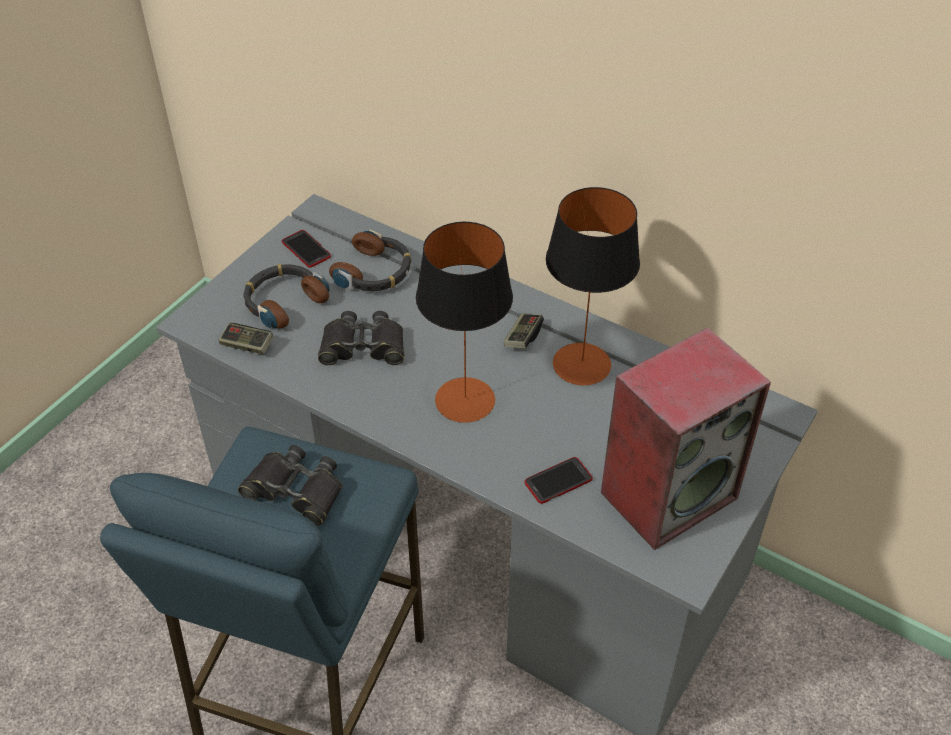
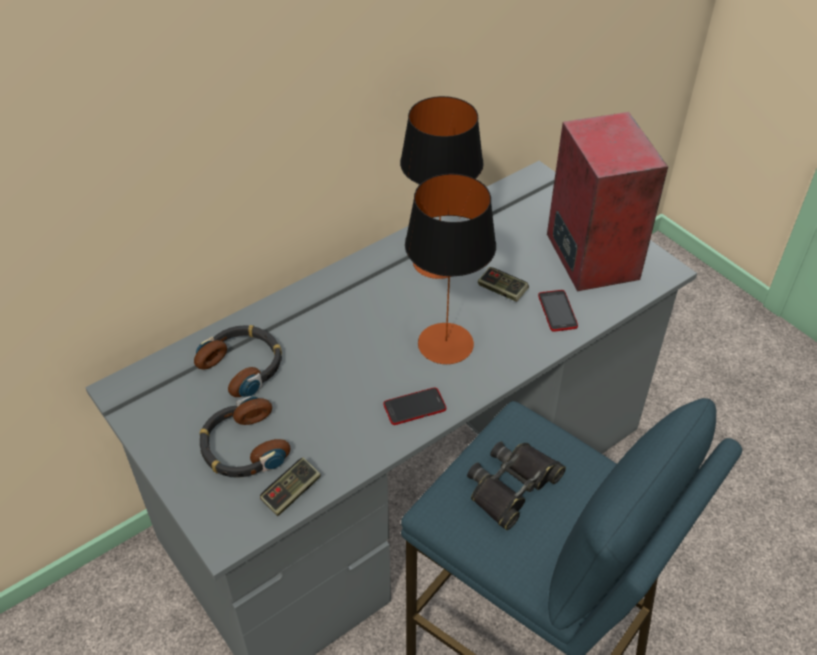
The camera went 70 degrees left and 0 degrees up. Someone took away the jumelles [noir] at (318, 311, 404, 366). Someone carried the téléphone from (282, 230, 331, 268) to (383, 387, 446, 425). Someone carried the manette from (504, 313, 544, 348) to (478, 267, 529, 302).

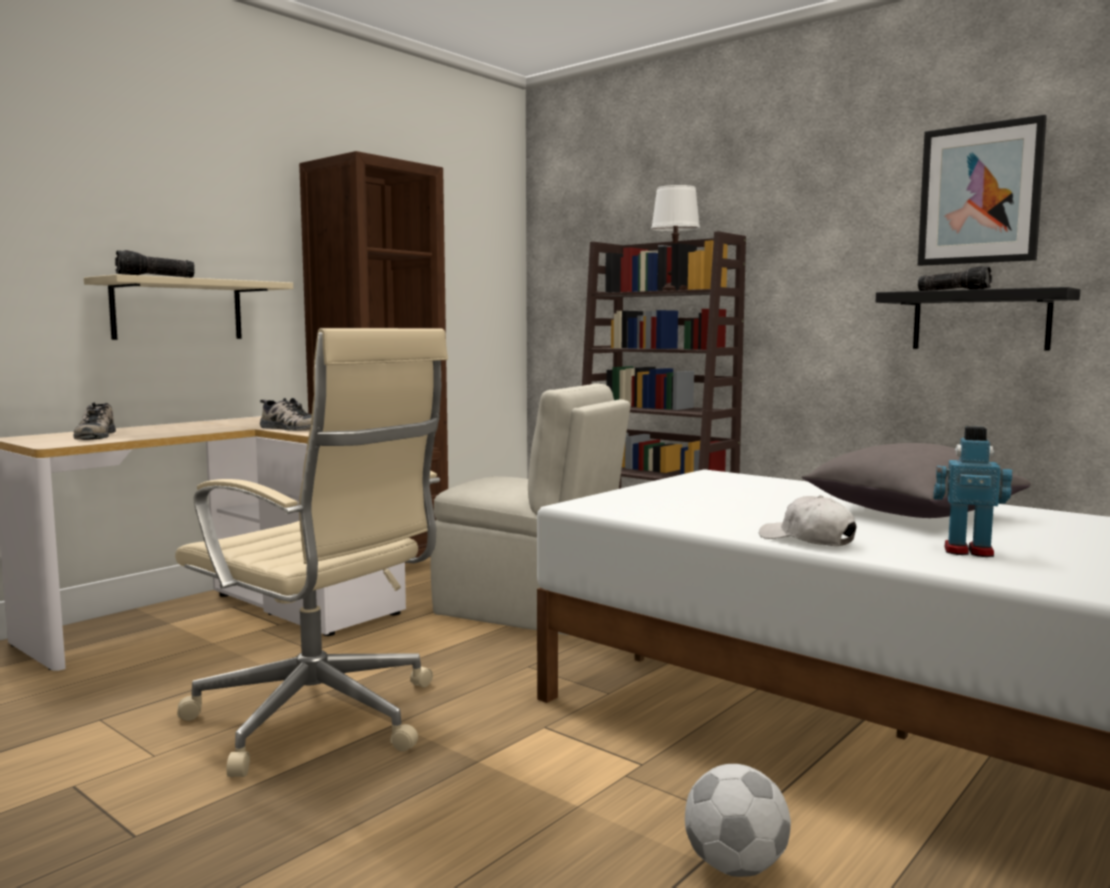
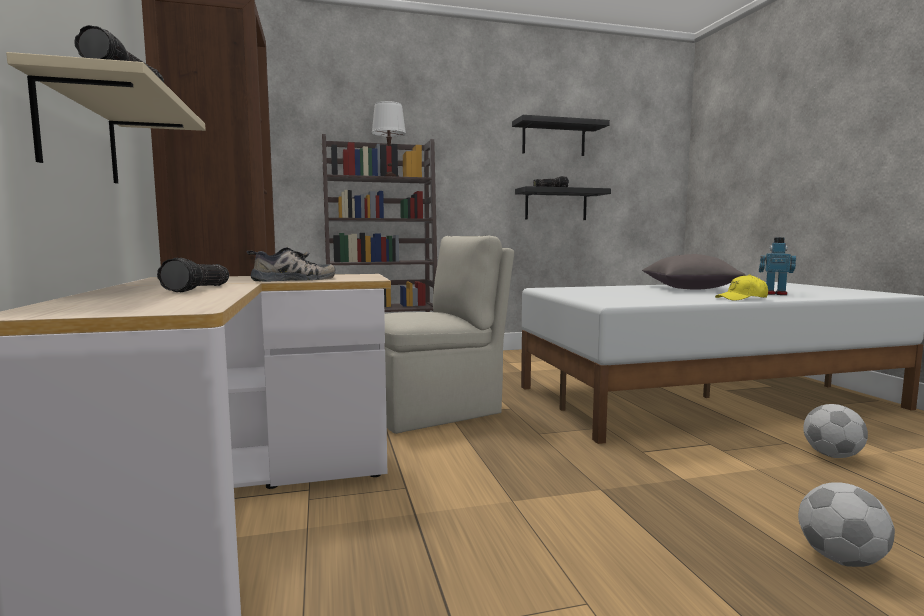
The camera went 55 degrees left and 0 degrees up. Someone took away the chaussure at (73, 402, 116, 440). Someone took away the chaise de bureau [beige] at (175, 328, 448, 777). Someone put down the lampe de poche at (157, 258, 229, 292). Someone put down the ballon de foot at (798, 482, 895, 567). Someone swapped the tableau at (918, 115, 1047, 266) for the étagère [noir] at (512, 115, 610, 156). Someone repainted the casquette [blanc] at (759, 495, 856, 546), which became the casquette [jaune] at (715, 274, 768, 301). Someone rotated the robot jouet at (933, 426, 1012, 557) by 60 degrees clockwise.

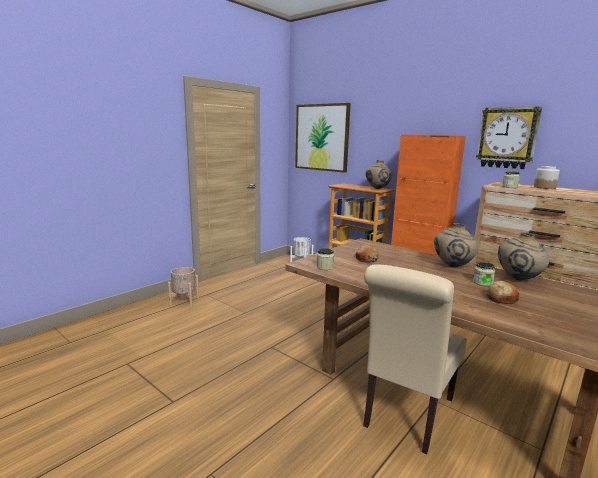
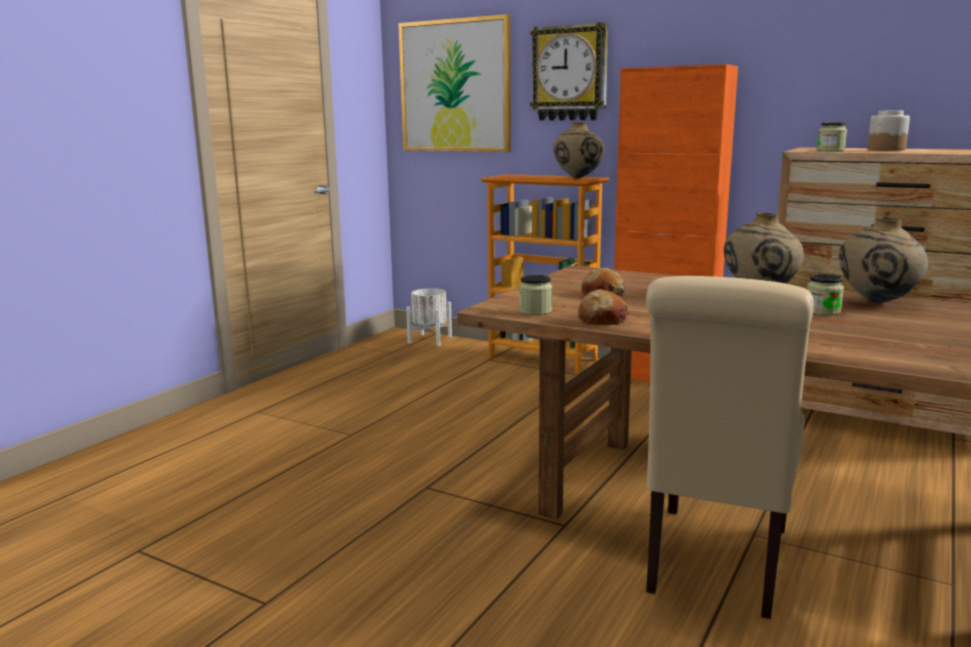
The camera went 10 degrees left and 0 degrees up. Someone took away the cache-pot [beige] at (168, 267, 199, 307). Someone carried the horloge murale from (476, 107, 542, 169) to (530, 22, 608, 121). Someone carried the pain from (485, 281, 520, 304) to (578, 289, 629, 325).

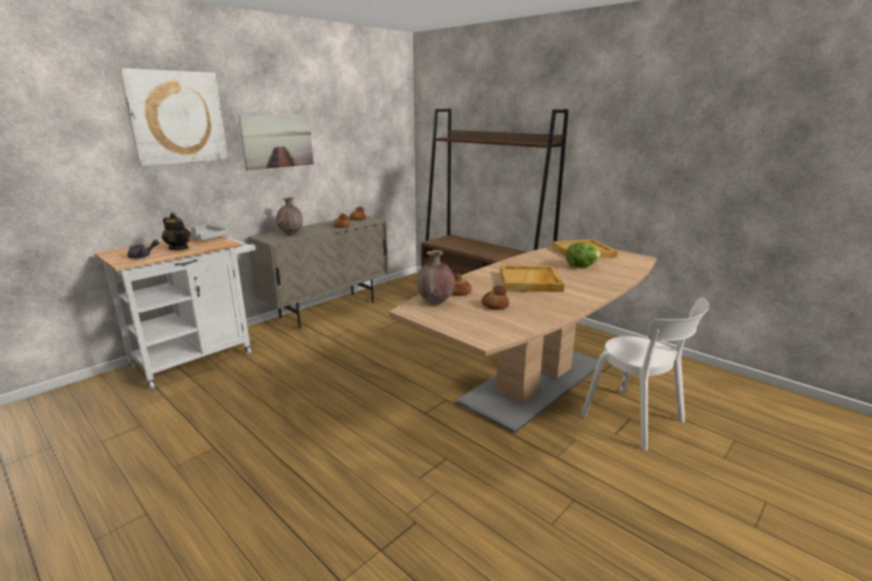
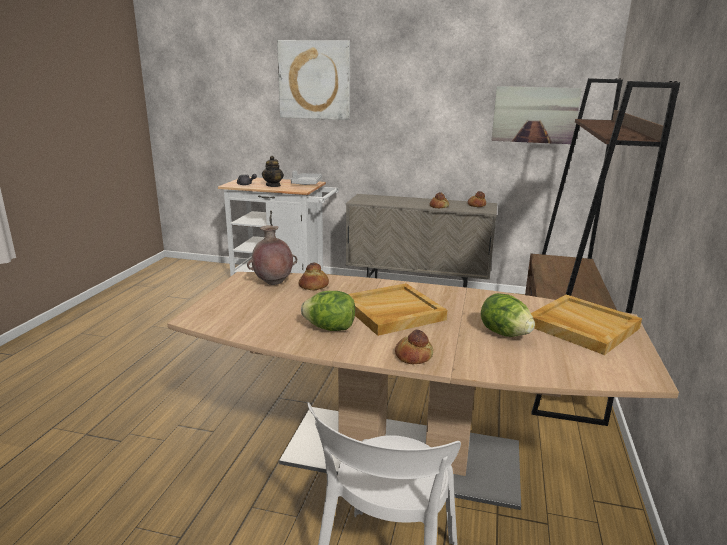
The camera went 60 degrees right and 0 degrees up. Someone took away the vase [marron] at (276, 197, 303, 235). Someone put down the laitue at (301, 291, 355, 331). Someone carried the tableau from (239, 115, 314, 170) to (492, 86, 582, 144). Someone carried the pain from (481, 285, 509, 310) to (395, 330, 433, 365).

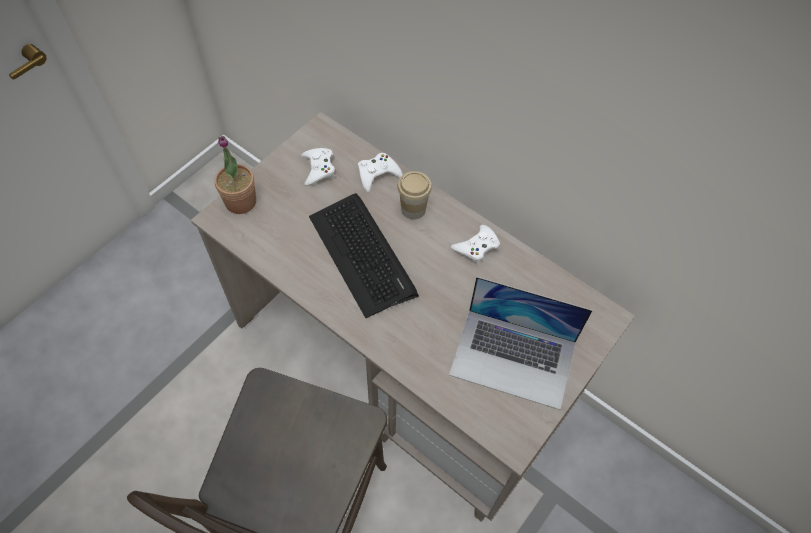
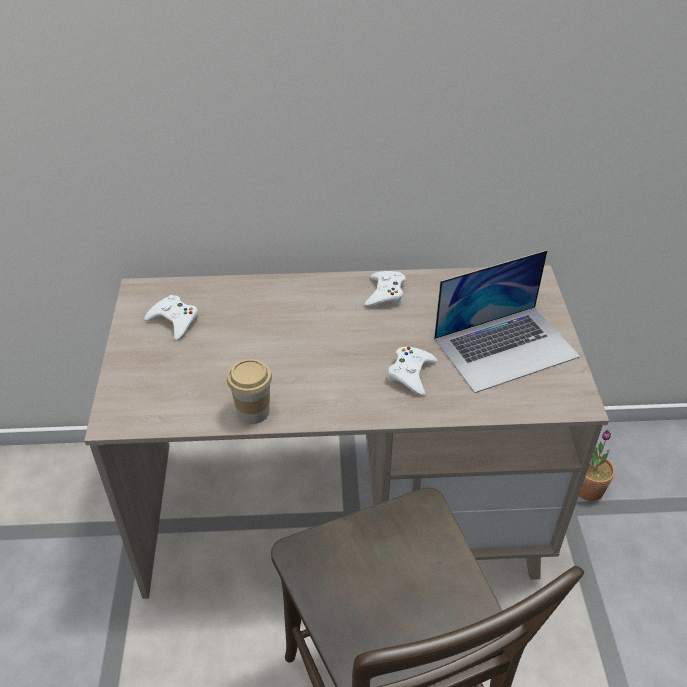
The camera went 40 degrees left and 15 degrees down. Someone took away the clavier at (309, 193, 419, 318). Someone carried the plante en pot from (215, 136, 256, 214) to (579, 430, 615, 501). Someone carried the manette [blanc] from (358, 153, 403, 192) to (388, 347, 438, 396). Someone carried the tasse from (397, 171, 432, 220) to (227, 359, 272, 424).

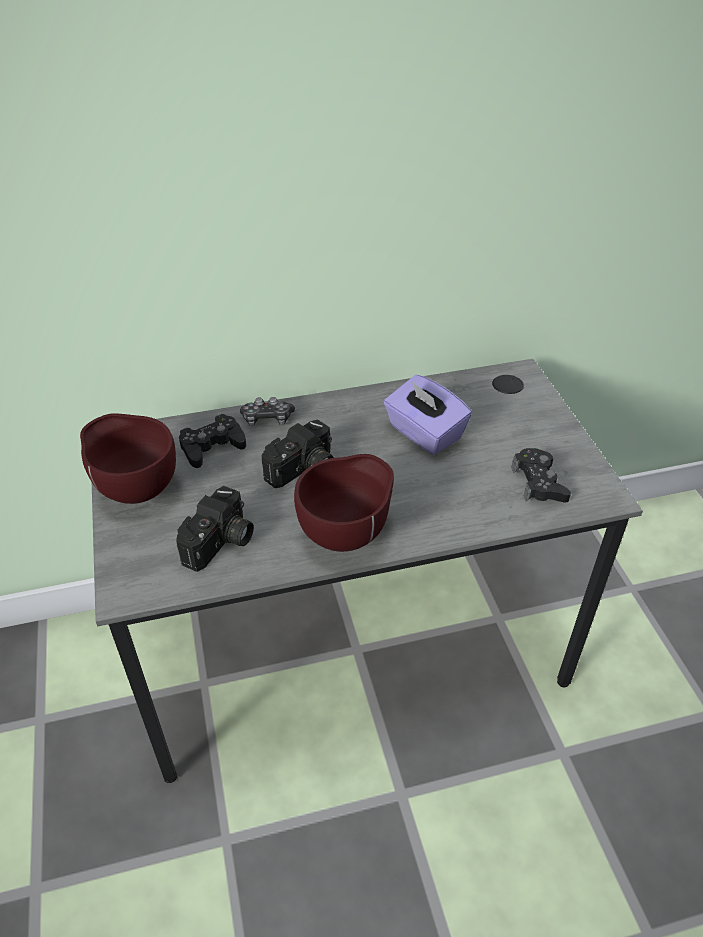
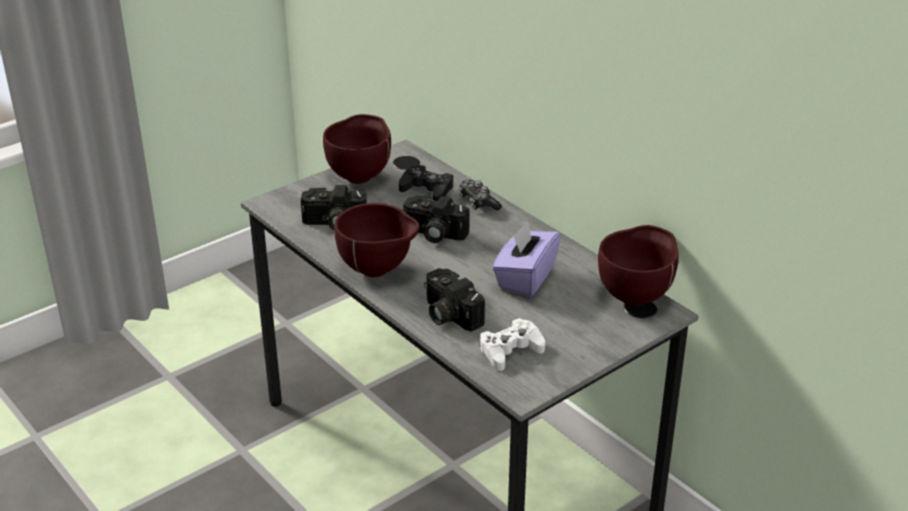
The camera went 65 degrees right and 10 degrees down. Someone put down the appareil photo at (424, 268, 485, 332). Someone put down the bol [marron] at (598, 225, 679, 306). Someone repainted the manette [noir] at (511, 448, 571, 503), which became the manette [blanc] at (480, 318, 545, 371).

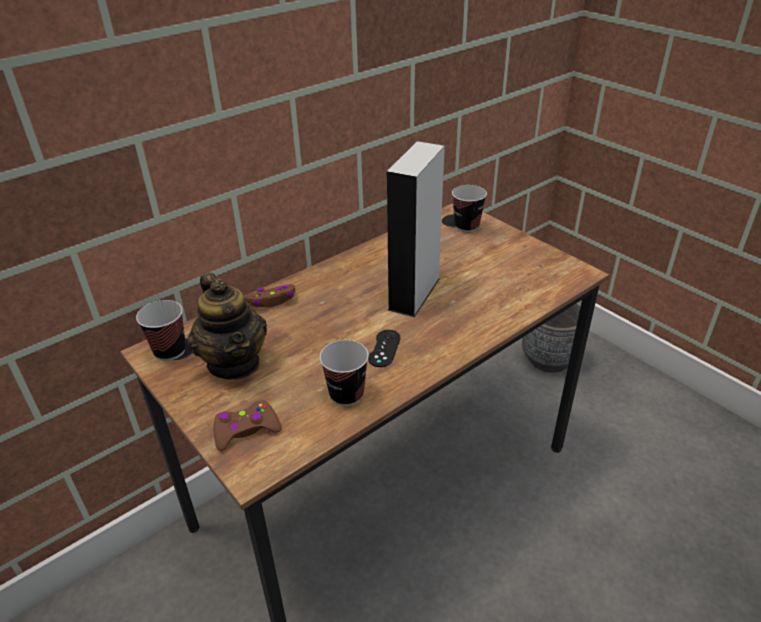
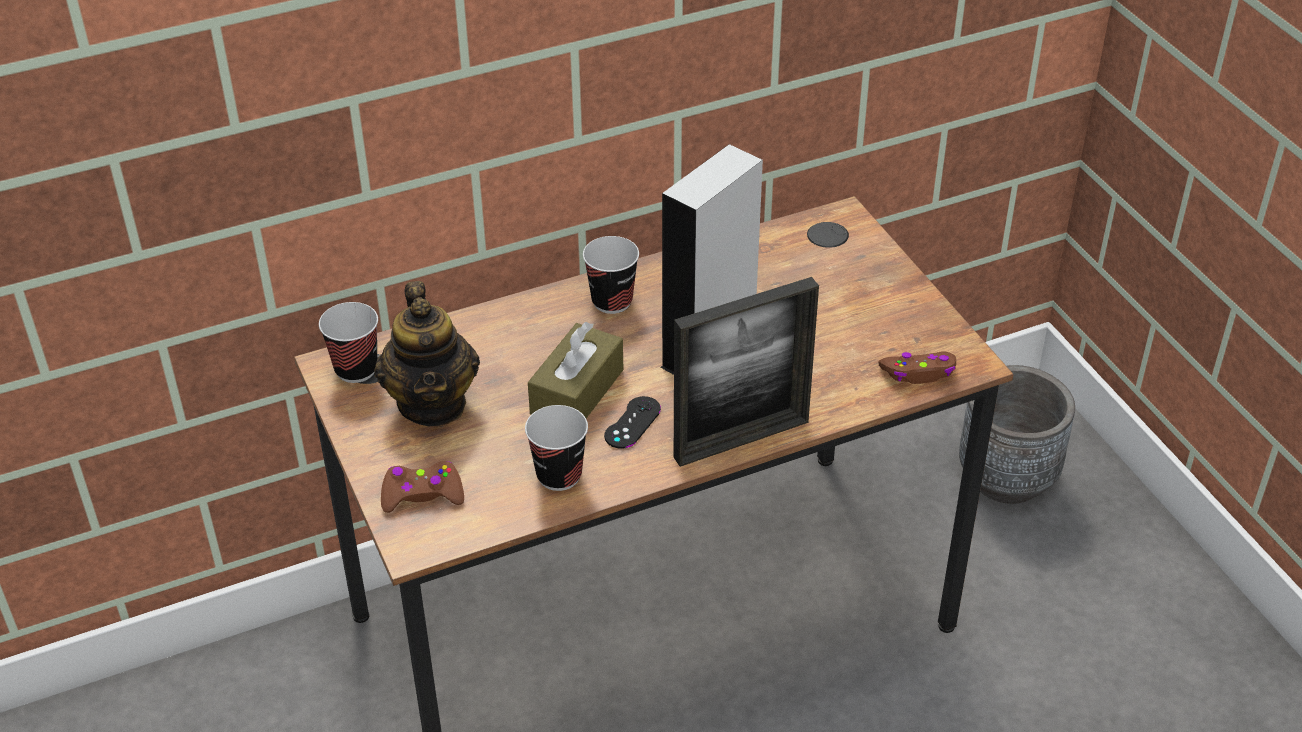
The camera went 15 degrees right and 5 degrees up. Someone put down the boîte à mouchoirs [marron] at (528, 322, 624, 418). Someone put down the cadre photo at (674, 277, 819, 467). Someone carried the manette [marron] from (245, 284, 295, 308) to (879, 351, 956, 384). Someone carried the tasse from (452, 185, 487, 232) to (583, 236, 639, 314).

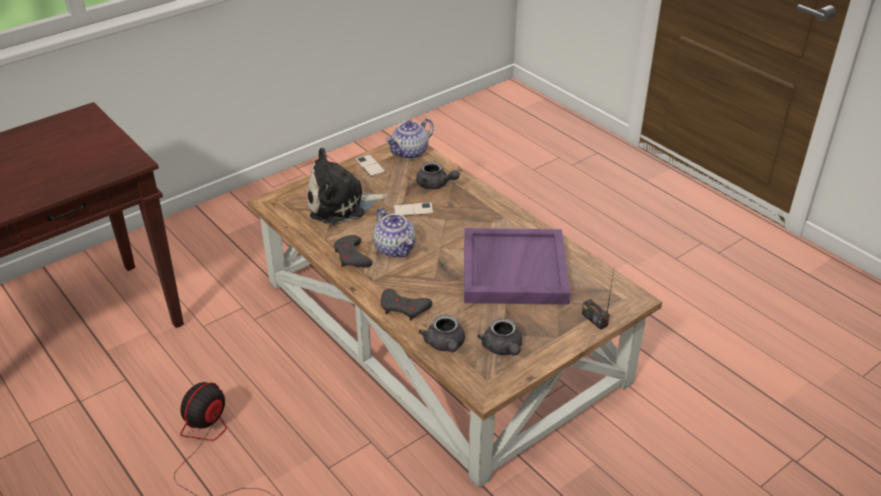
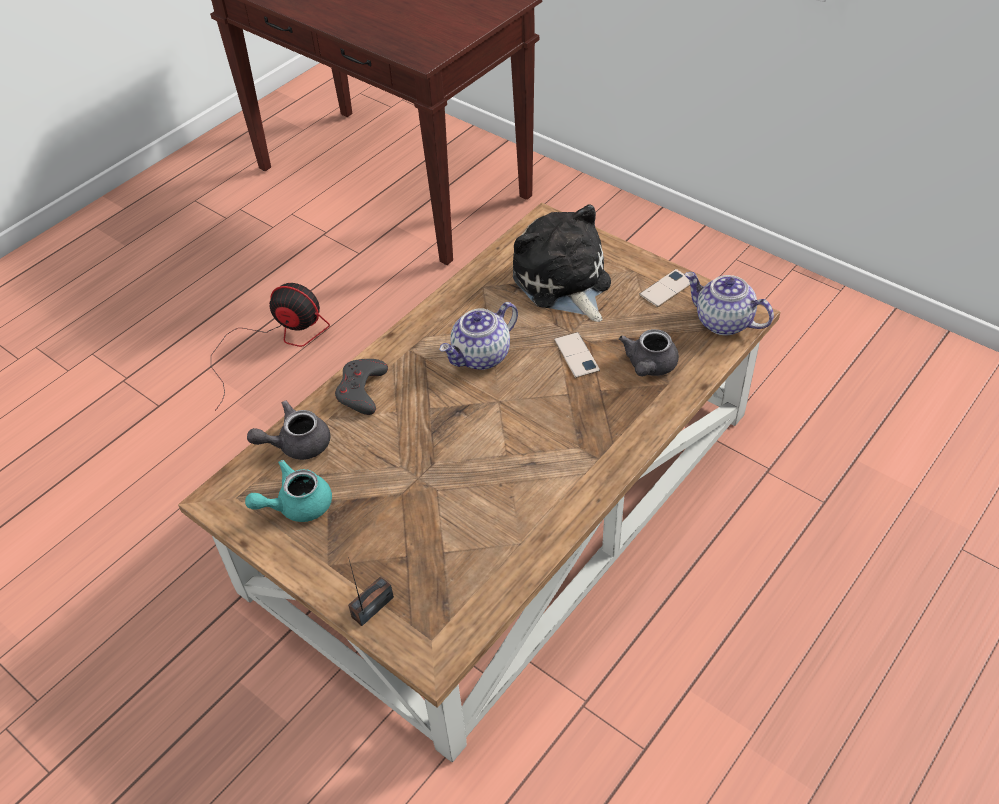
The camera went 80 degrees right and 10 degrees up. Someone took away the manette [gris] at (334, 235, 372, 268). Someone took away the plateau [violet] at (464, 228, 570, 305). Someone repainted the théière [gris] at (477, 318, 522, 356), which became the théière [turquoise] at (245, 460, 332, 522).

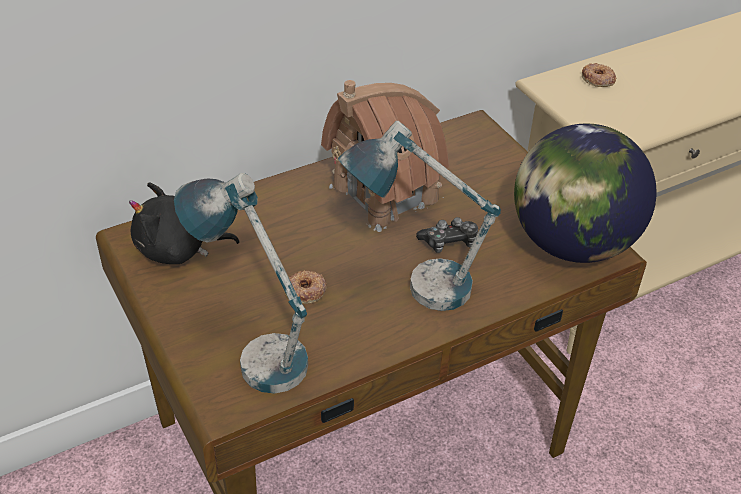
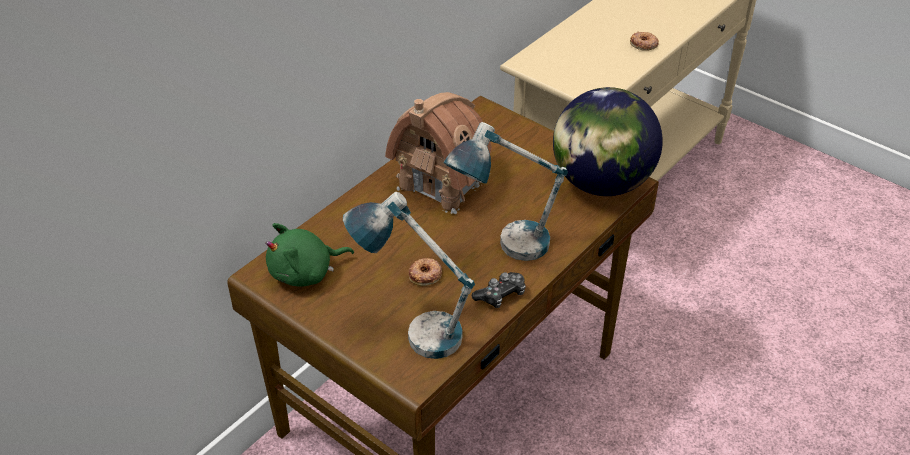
The camera went 20 degrees left and 0 degrees up. Someone carried the manette from (416, 217, 478, 253) to (472, 272, 526, 308). Someone carried the beignet from (582, 63, 617, 87) to (630, 32, 659, 51). Someone repainted the peluche [noir] at (129, 182, 240, 264), which became the peluche [vert] at (266, 223, 354, 286).

